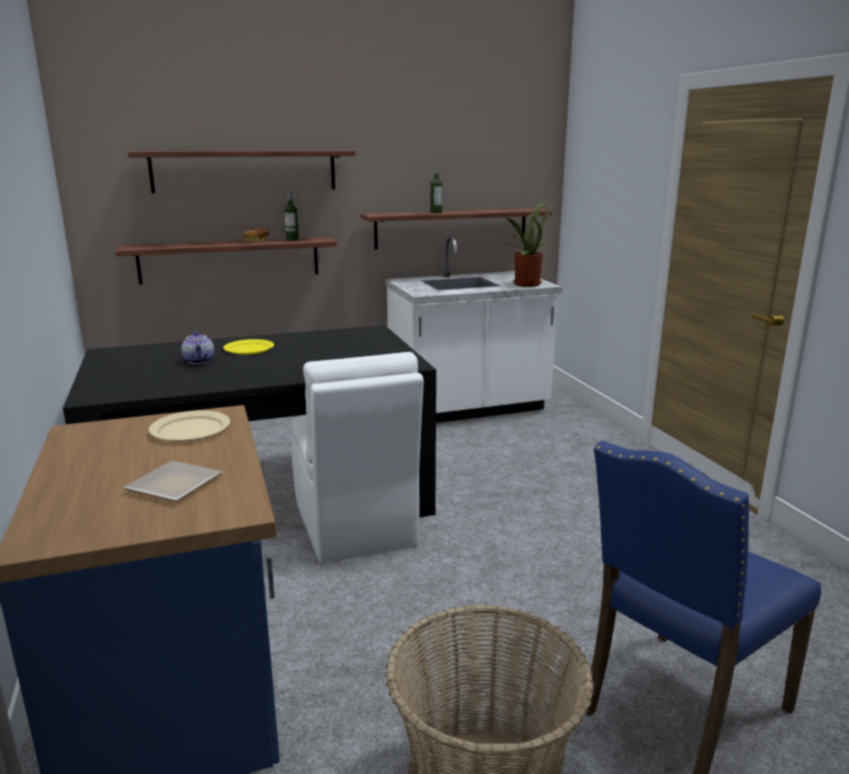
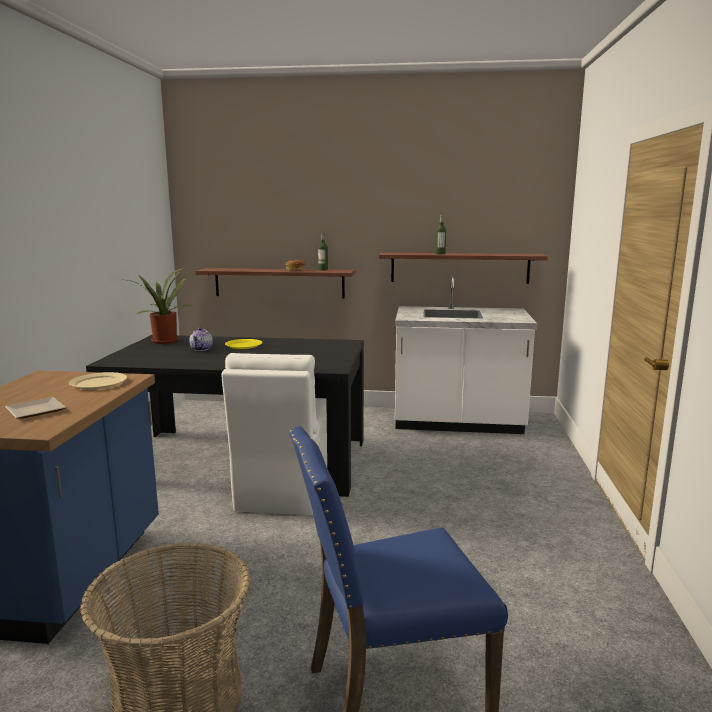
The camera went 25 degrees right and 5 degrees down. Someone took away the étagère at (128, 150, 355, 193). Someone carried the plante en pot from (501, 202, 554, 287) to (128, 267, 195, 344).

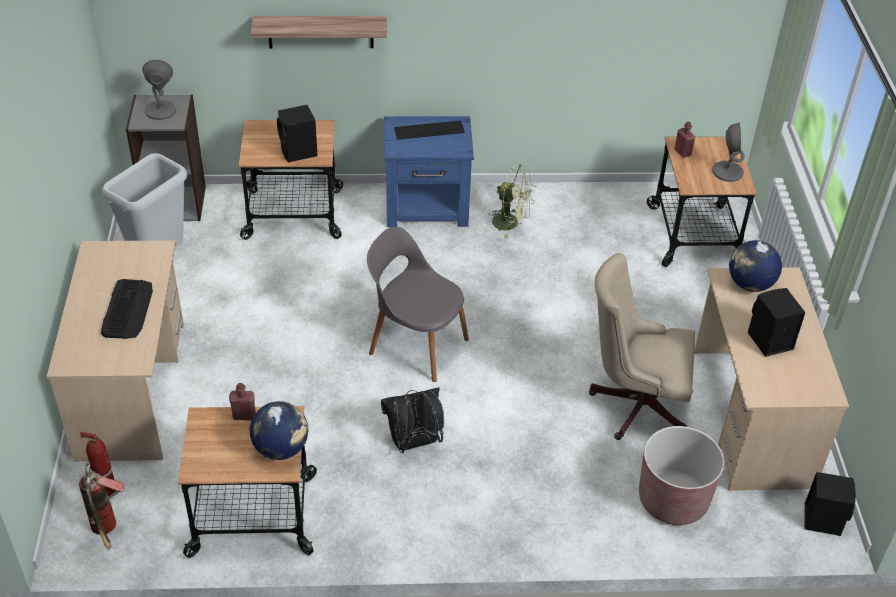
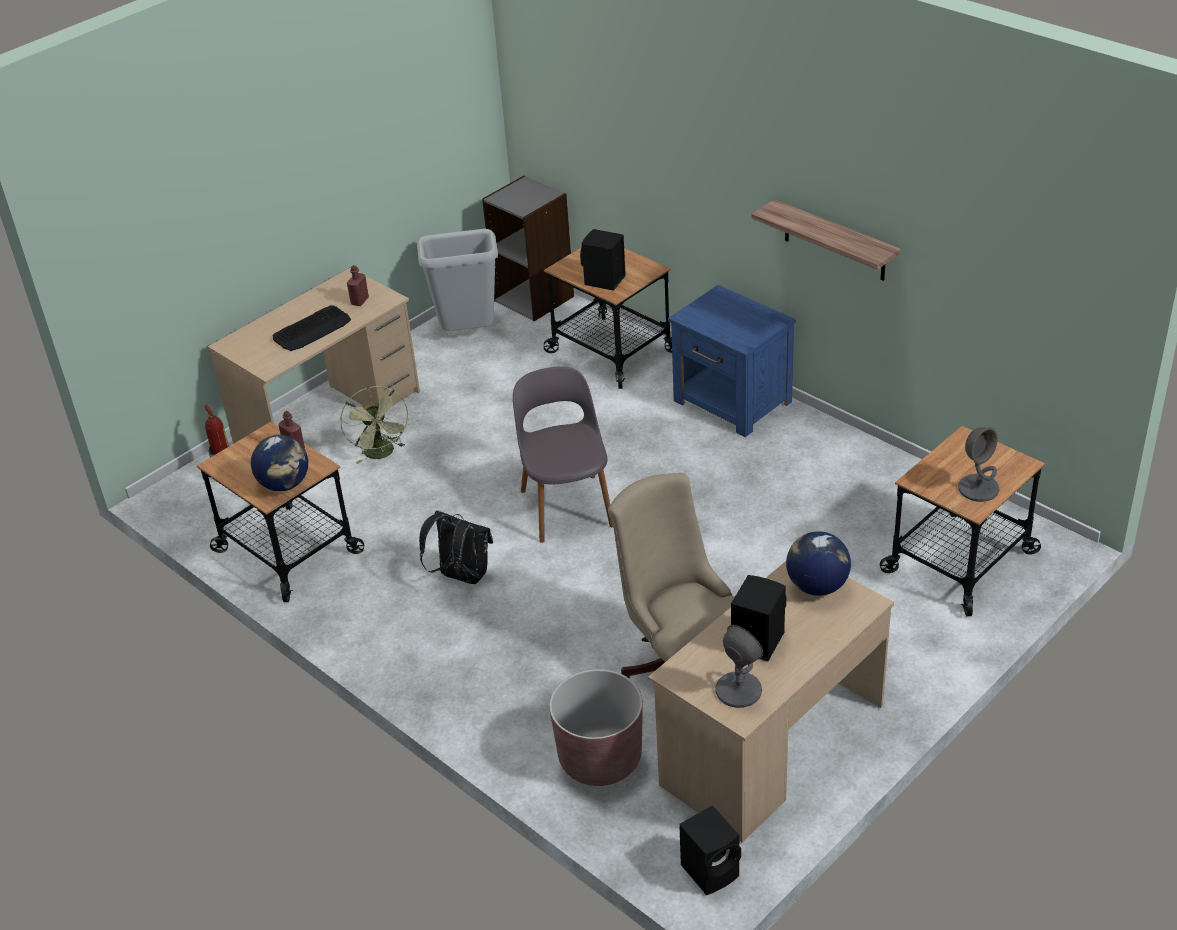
The camera went 50 degrees right and 5 degrees down. Someone took away the extincteur at (79, 463, 125, 549). Someone took away the clavier at (394, 121, 465, 140). Someone carried the lampe de table [gris] from (143, 60, 176, 120) to (715, 625, 763, 708). Someone carried the étagère from (251, 16, 387, 48) to (751, 199, 900, 281). Someone carried the ventilateur [vert] from (488, 163, 536, 238) to (340, 386, 410, 464). Someone carried the bouteille [rouge] from (675, 122, 695, 158) to (347, 265, 369, 306).

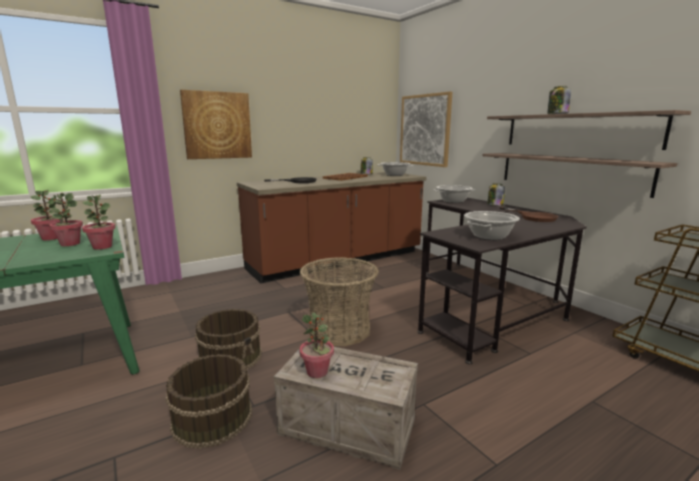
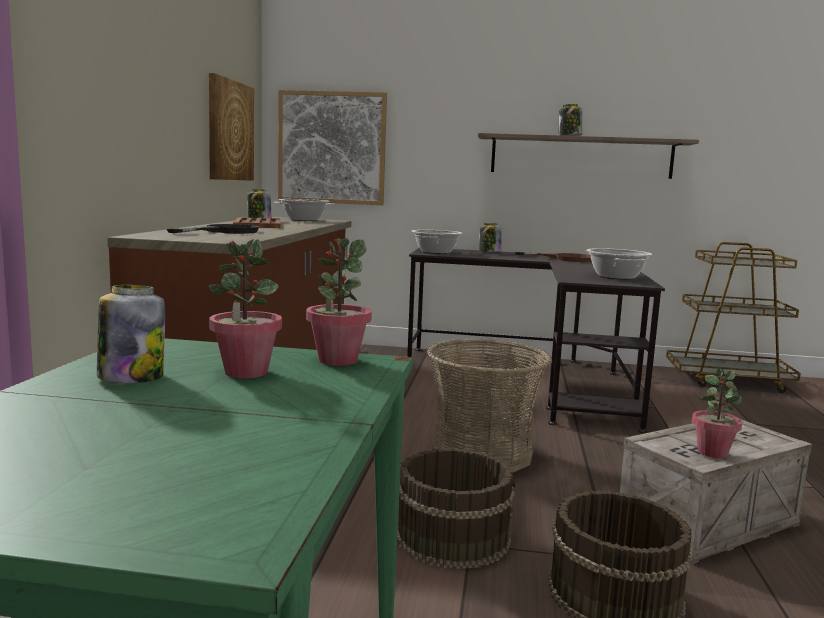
The camera went 50 degrees left and 5 degrees down. Someone took away the étagère at (483, 153, 678, 198). Someone carried the tableau from (180, 90, 252, 159) to (209, 73, 254, 181). Someone swapped the plante en pot at (31, 190, 63, 240) for the bocal at (97, 285, 165, 383).

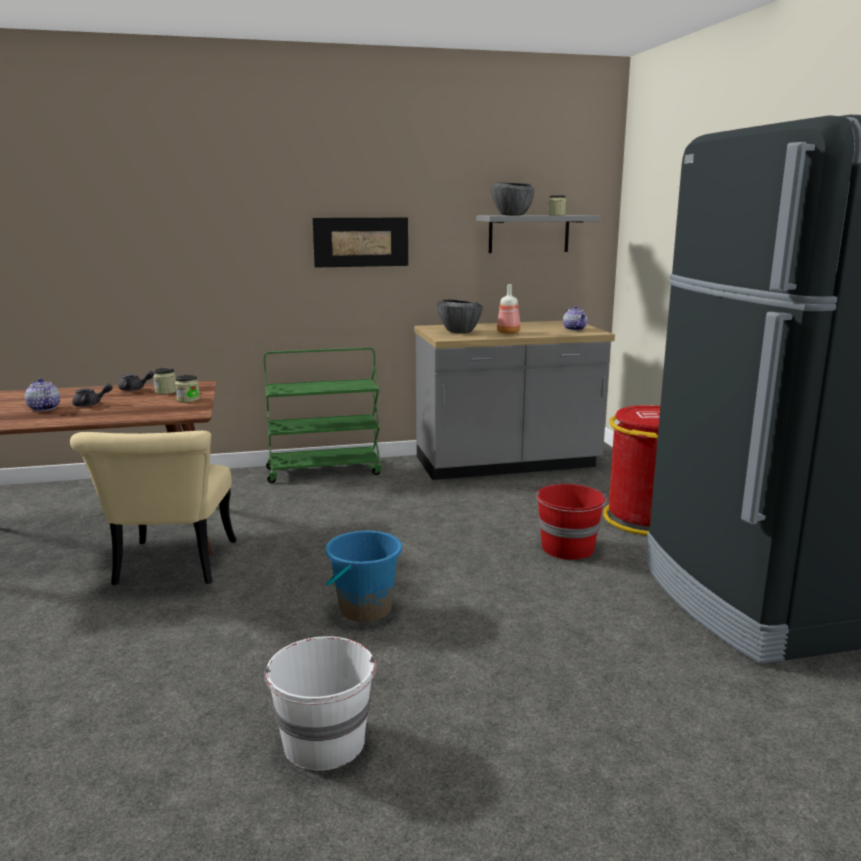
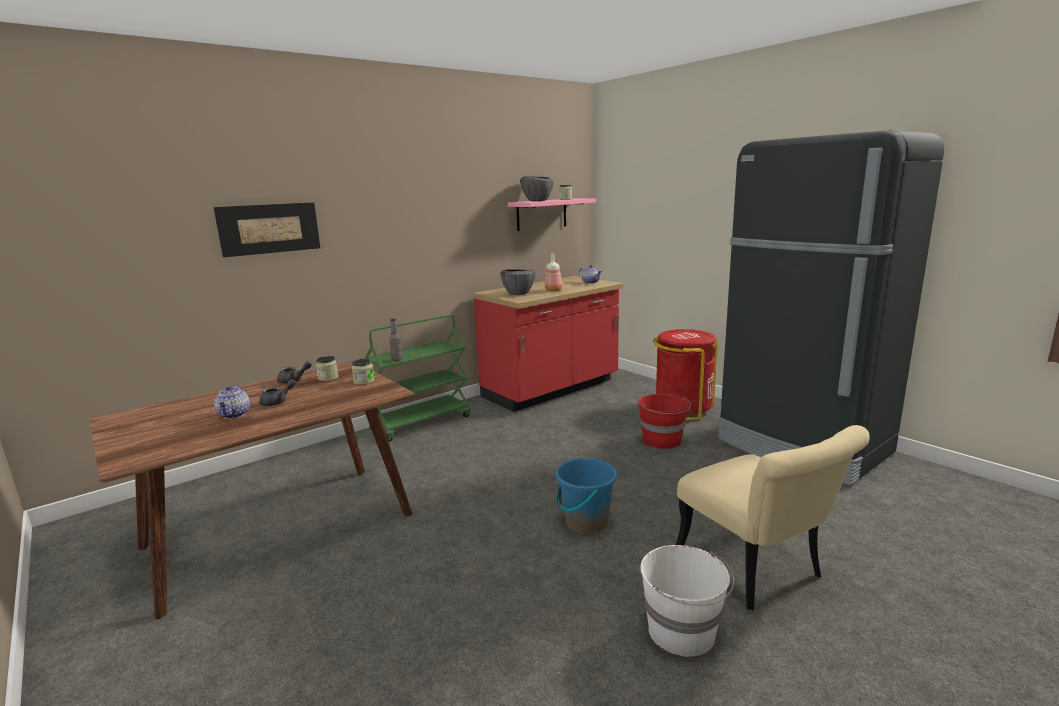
The camera went 25 degrees left and 0 degrees up. Someone put down the bouteille at (389, 319, 403, 361). Someone carried the chaise [beige] from (70, 431, 237, 585) to (675, 425, 870, 610). Someone carried the tableau from (312, 218, 408, 268) to (214, 202, 320, 258). Someone repainted the comptoir de cuisine [gris] at (414, 321, 615, 480), which became the comptoir de cuisine [rouge] at (473, 276, 623, 412). Someone repainted the étagère [gris] at (476, 215, 601, 253), which became the étagère [rose] at (508, 199, 596, 231). Someone rotated the théière at (25, 378, 60, 411) by 120 degrees counterclockwise.

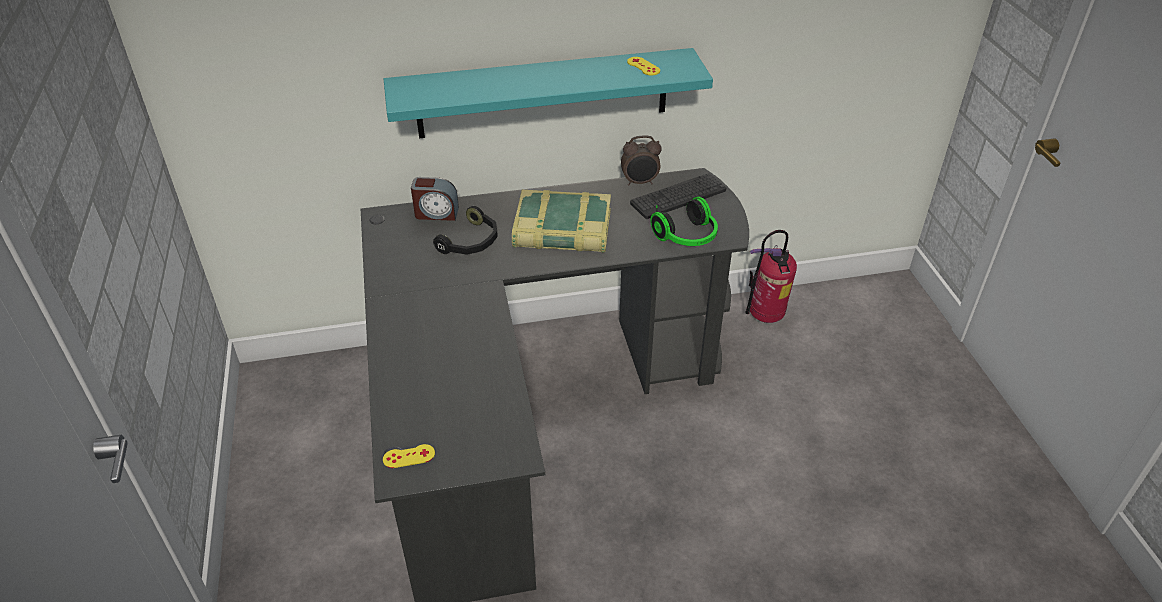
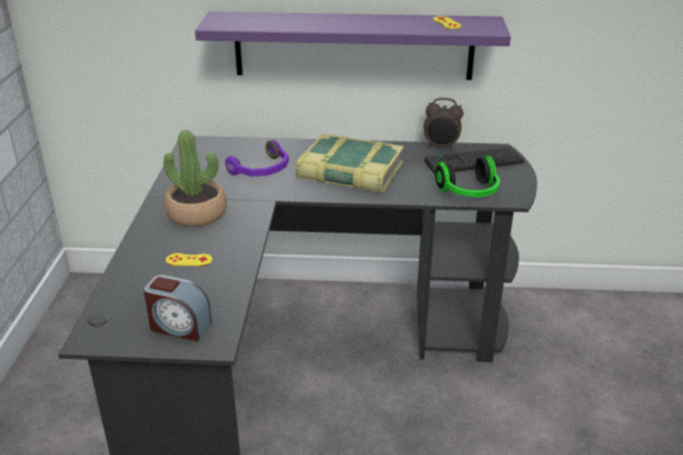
The camera went 15 degrees right and 10 degrees down. Someone took away the extincteur at (745, 230, 797, 323). Someone put down the plante en pot at (163, 130, 227, 227). Someone carried the manette [jaune] from (383, 444, 435, 468) to (166, 253, 213, 266). Someone carried the réveil from (411, 177, 459, 221) to (144, 275, 212, 341). Someone repainted the étagère [turquoise] at (384, 48, 713, 138), which became the étagère [violet] at (195, 12, 511, 80). Someone repainted the casque audio [noir] at (433, 206, 498, 255), which became the casque audio [violet] at (225, 140, 289, 177).

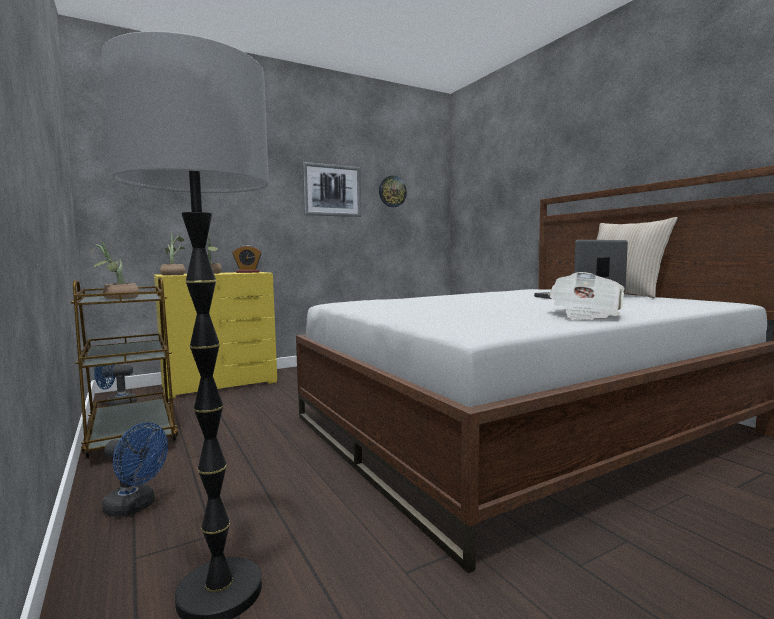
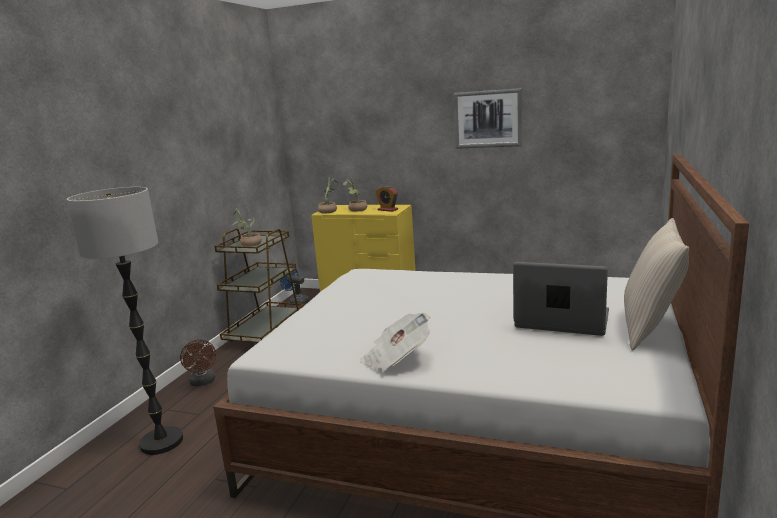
The camera went 50 degrees right and 10 degrees up. Someone took away the horloge murale at (379, 176, 407, 207). Someone repainted the ventilateur [bleu] at (102, 422, 168, 517), which became the ventilateur [marron] at (180, 339, 216, 386).

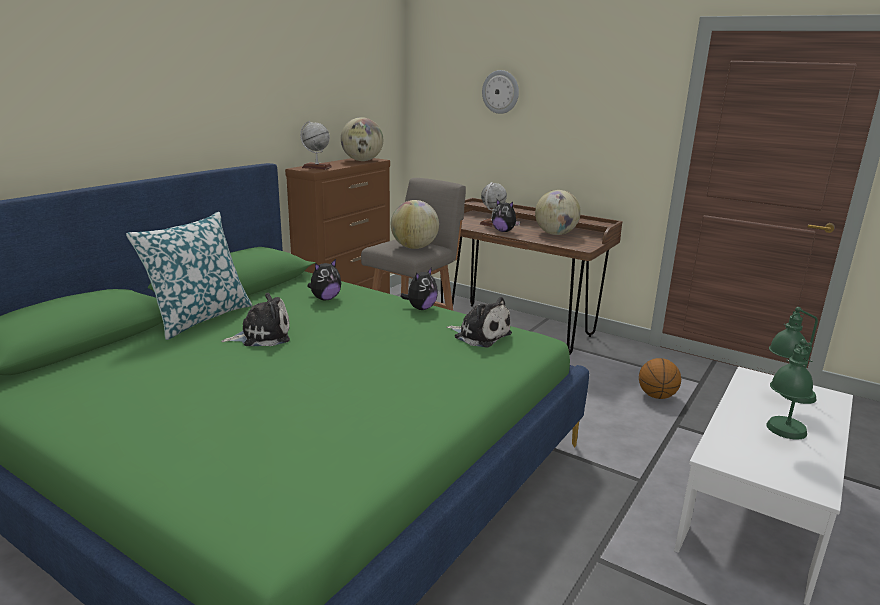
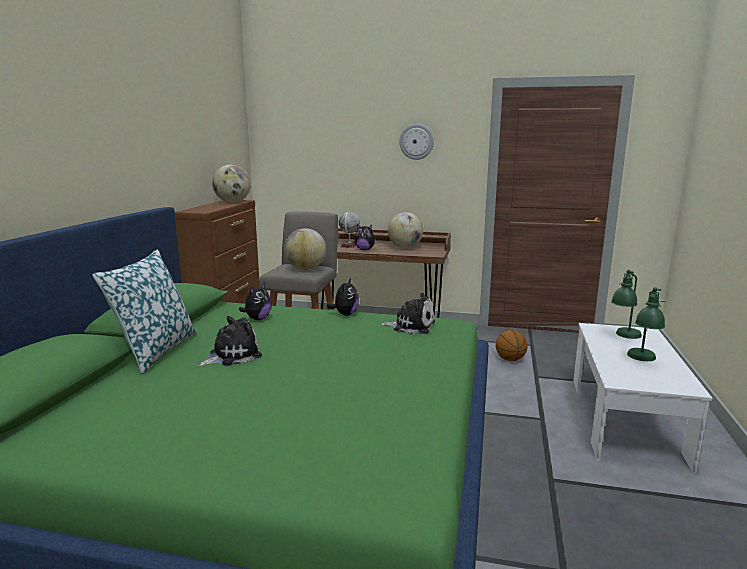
The camera went 20 degrees left and 5 degrees down. Someone took away the globe at (300, 121, 332, 170). Someone carried the horloge murale from (482, 70, 519, 114) to (399, 124, 434, 160).

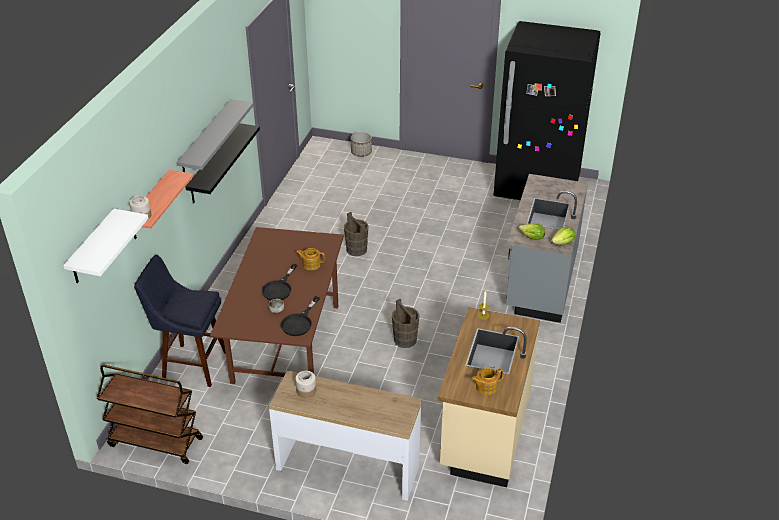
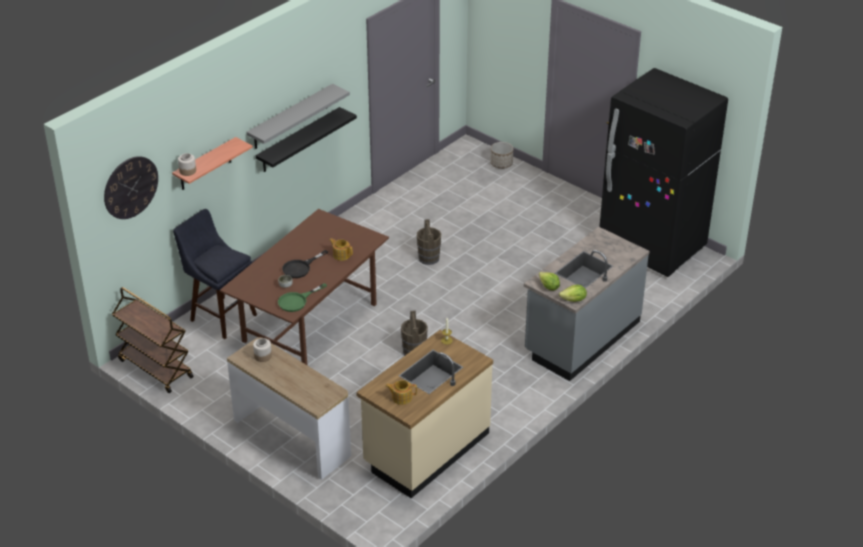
The camera went 25 degrees right and 0 degrees up. Someone swapped the étagère [blanc] at (63, 209, 148, 283) for the horloge murale at (104, 156, 158, 219). Someone repainted the poêle [noir] at (281, 296, 320, 336), which became the poêle [vert] at (278, 283, 327, 312).

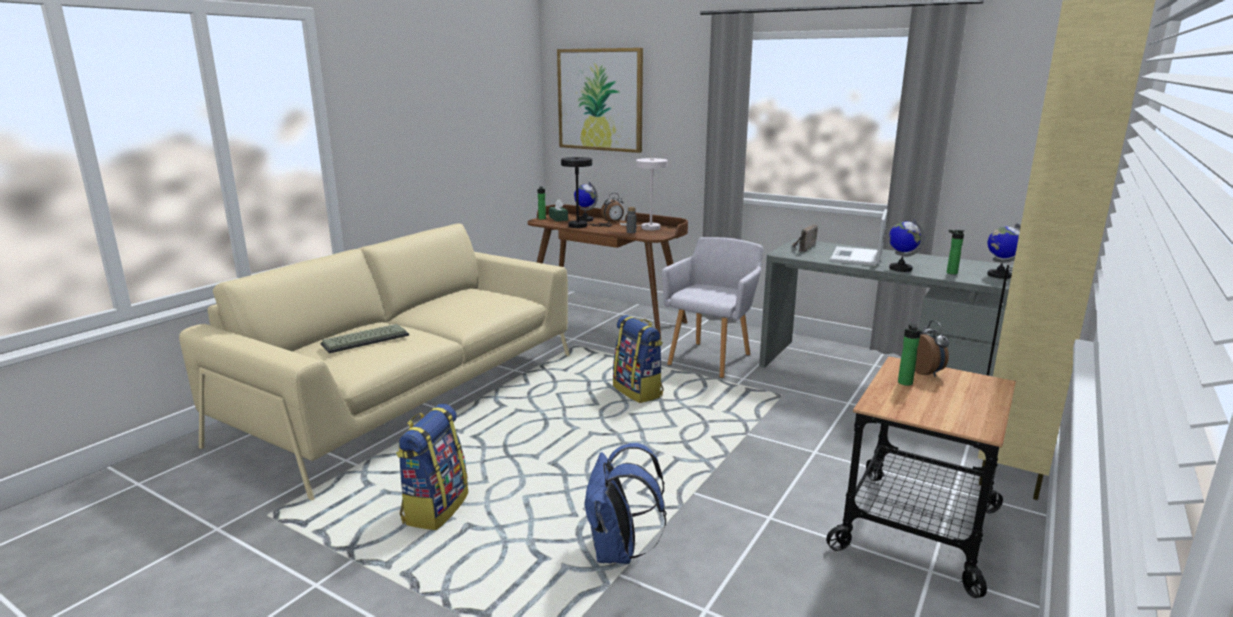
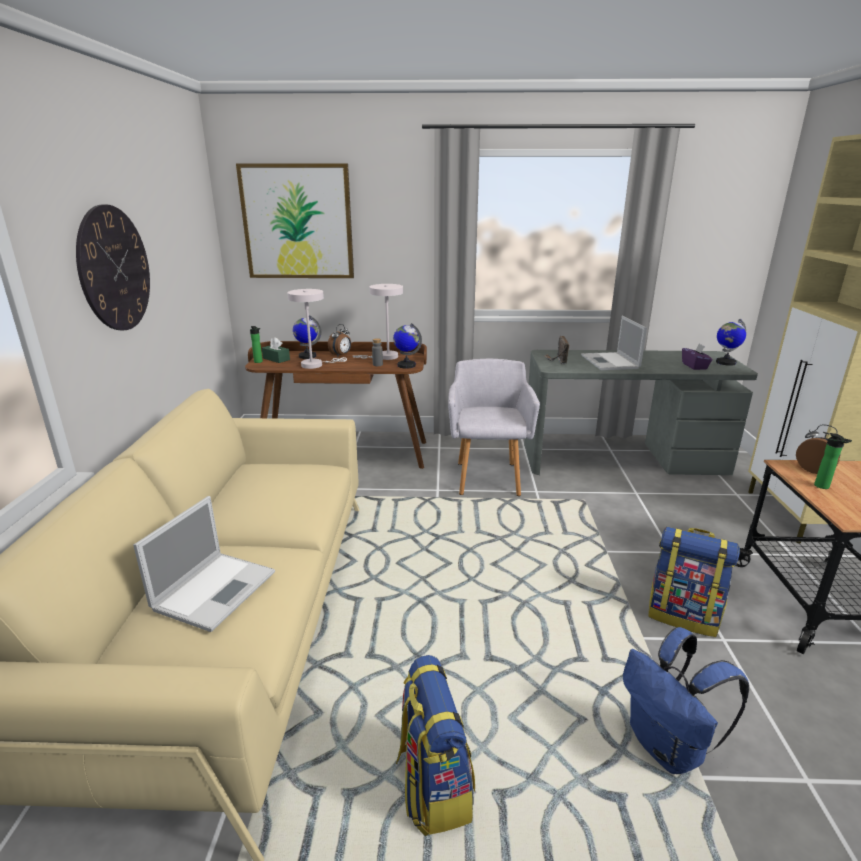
The camera went 30 degrees left and 5 degrees up. Someone put up the horloge murale at (76, 204, 150, 330). Someone carried the sac à dos from (613, 315, 664, 403) to (648, 527, 740, 637). Someone carried the globe from (889, 219, 924, 272) to (393, 323, 422, 369). Someone swapped the clavier at (321, 324, 409, 353) for the ordinateur portable at (133, 496, 275, 632). Someone swapped the bouteille at (947, 230, 965, 275) for the boîte à mouchoirs [violet] at (682, 343, 713, 370). Someone repainted the lampe de table [noir] at (561, 157, 612, 228), which became the lampe de table [blanc] at (287, 289, 347, 369).

